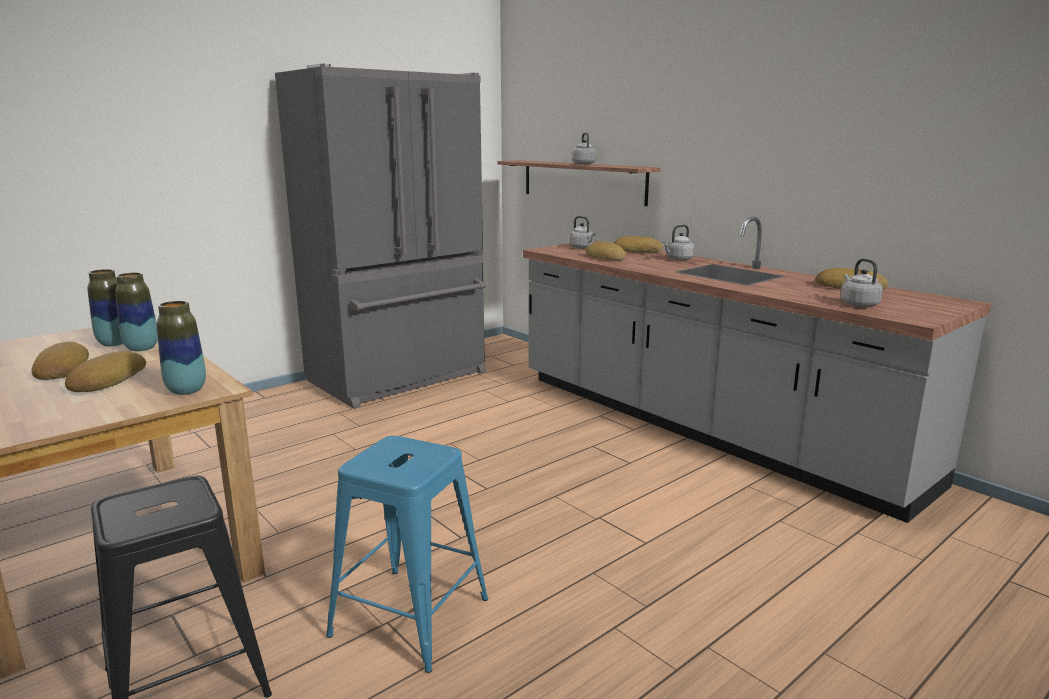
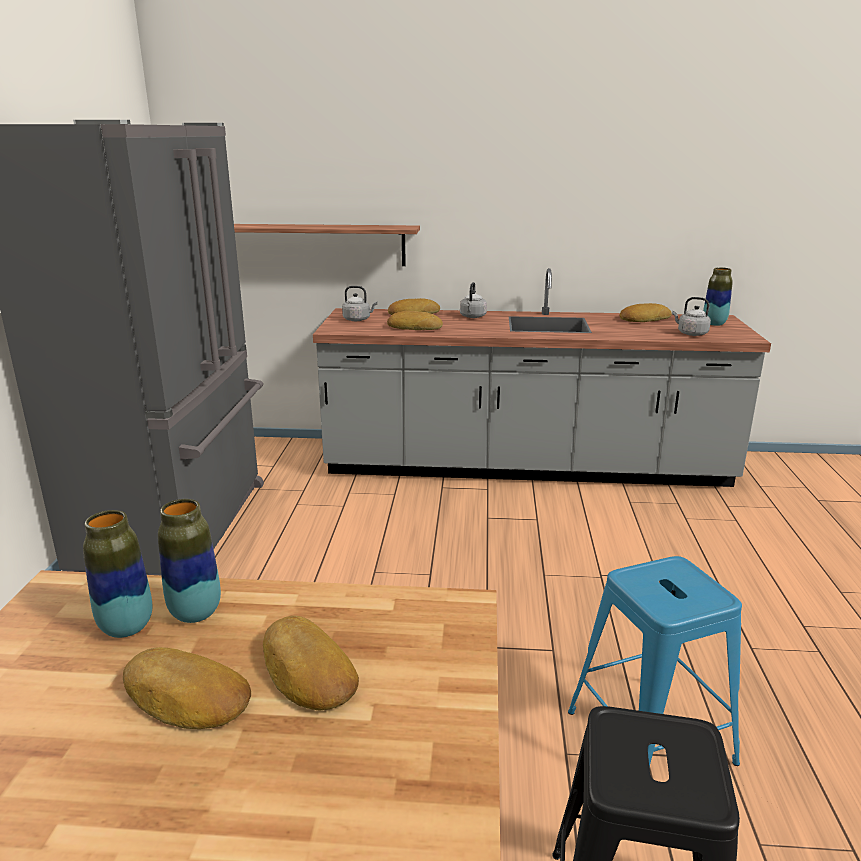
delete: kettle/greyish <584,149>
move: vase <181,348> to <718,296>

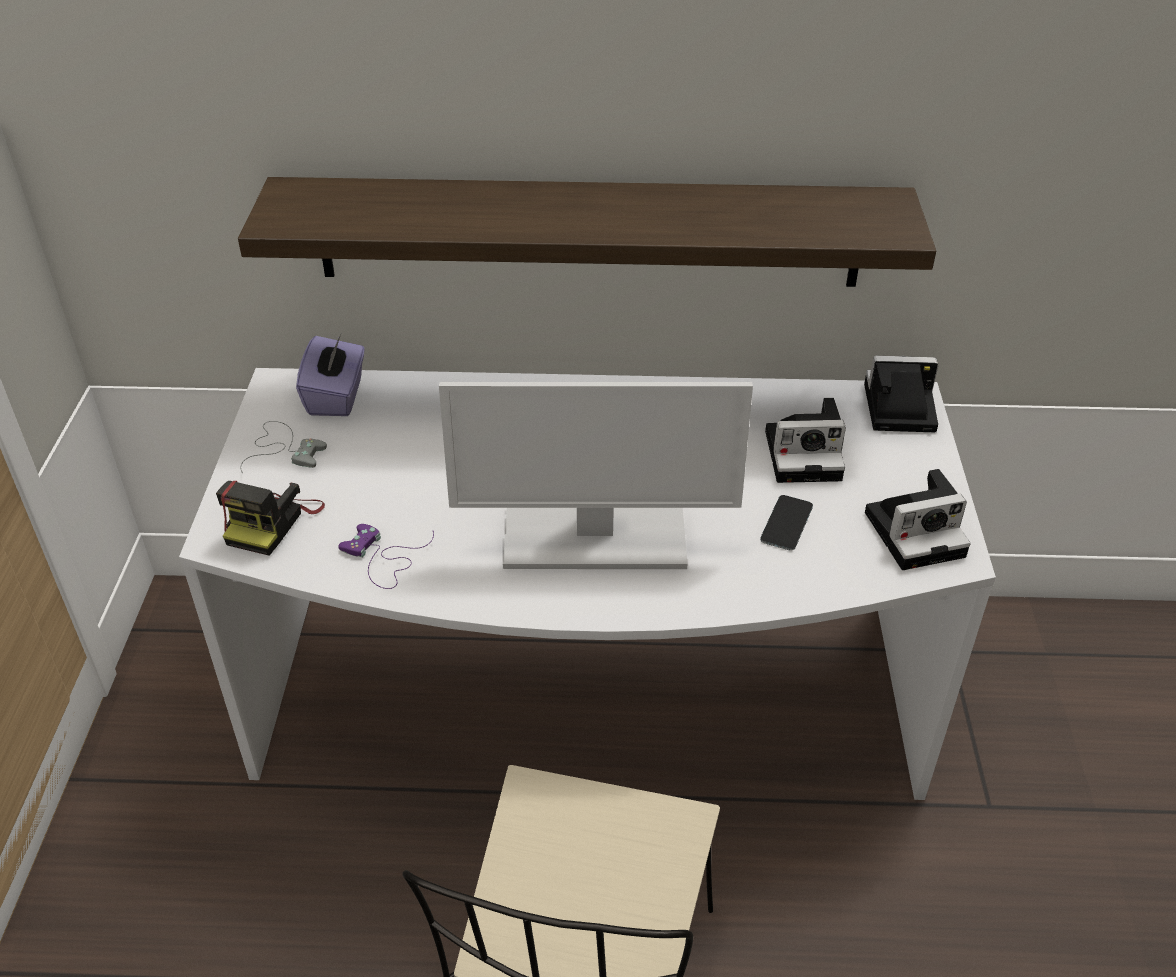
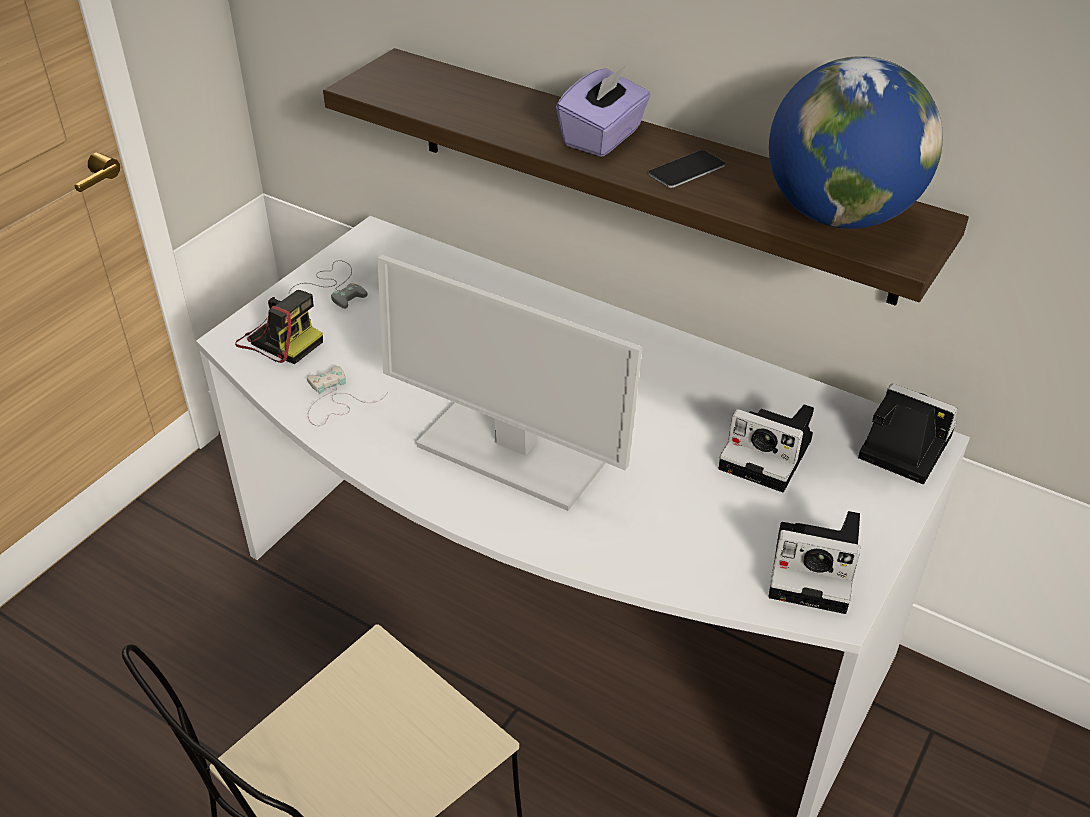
insert: desk globe <856,142>
move: box of tissues/purplish <330,375> to <603,111>; phone <786,523> to <687,169>
recolor: gamepad/purplish <386,556> to gamepad/white <347,396>
rotate: still camera <270,518> = <279,327> 105 degrees counterclockwise

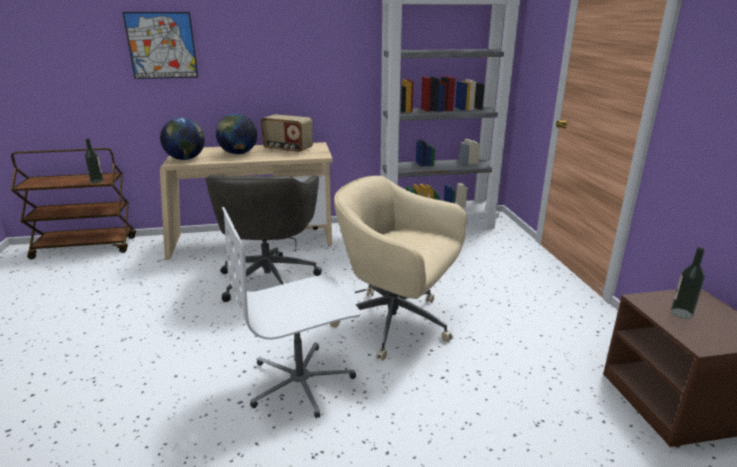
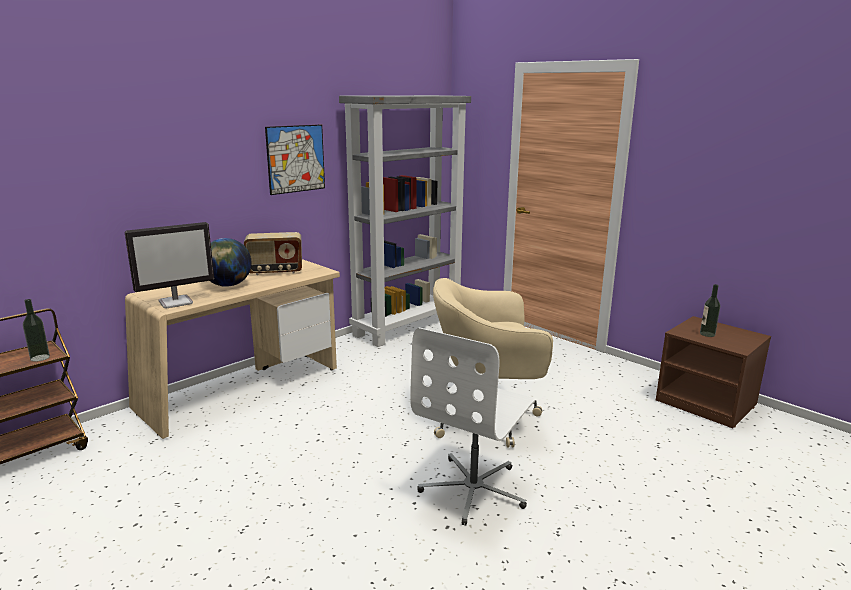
delete: office chair/greyish <263,238>
move: wall art <160,45> to <295,160>
replace: desk globe <182,139> to computer screen <169,265>

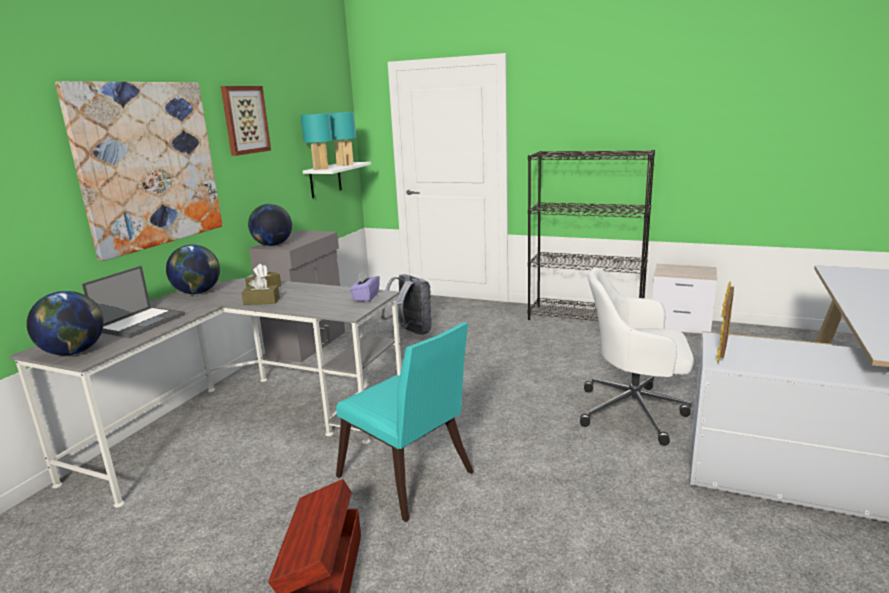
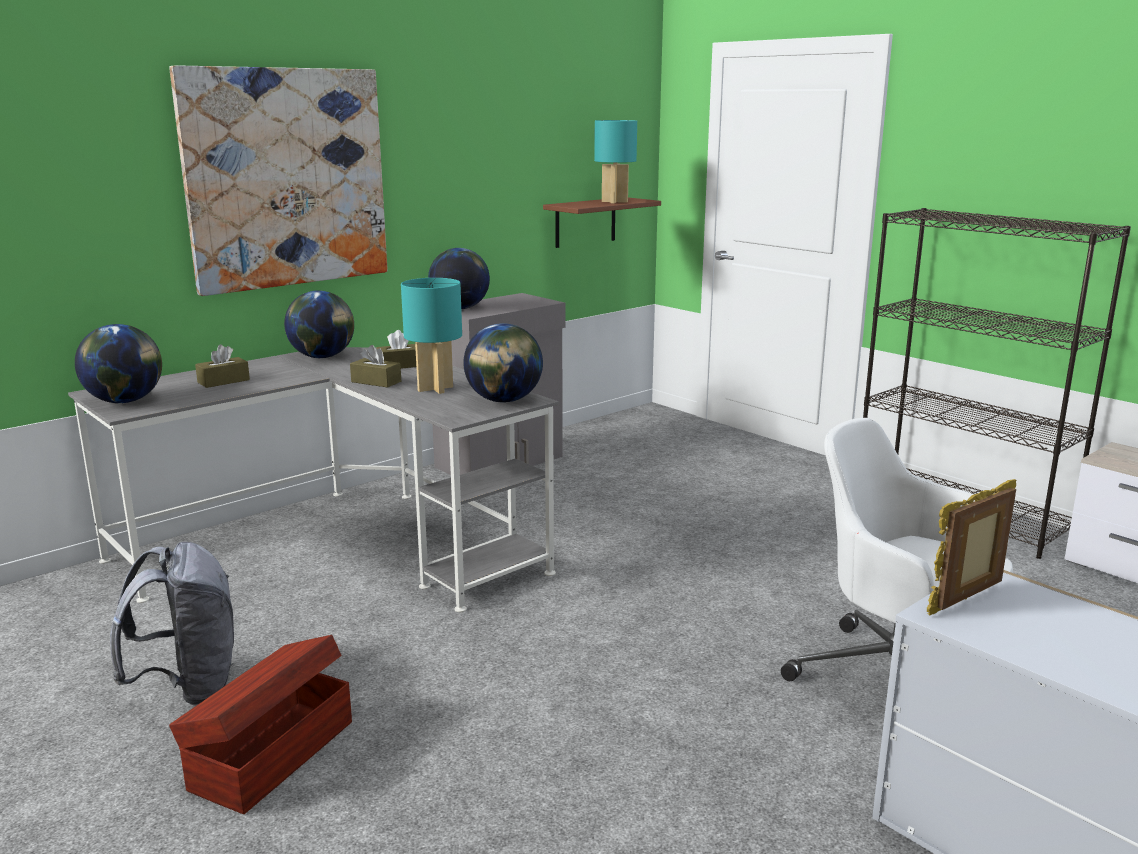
delete: wall art <246,121>; upright chair/blue-green <405,422>
move: rucksack/greyish <406,304> to <172,623>; lamp for a table/blue-green <316,141> to <431,336>
replace: laptop <133,302> to box of tissues/brown <222,366>; box of tissues/purplish <365,286> to desk globe <503,363>
recolor: wall shelf/white <337,180> to wall shelf/brown <602,222>

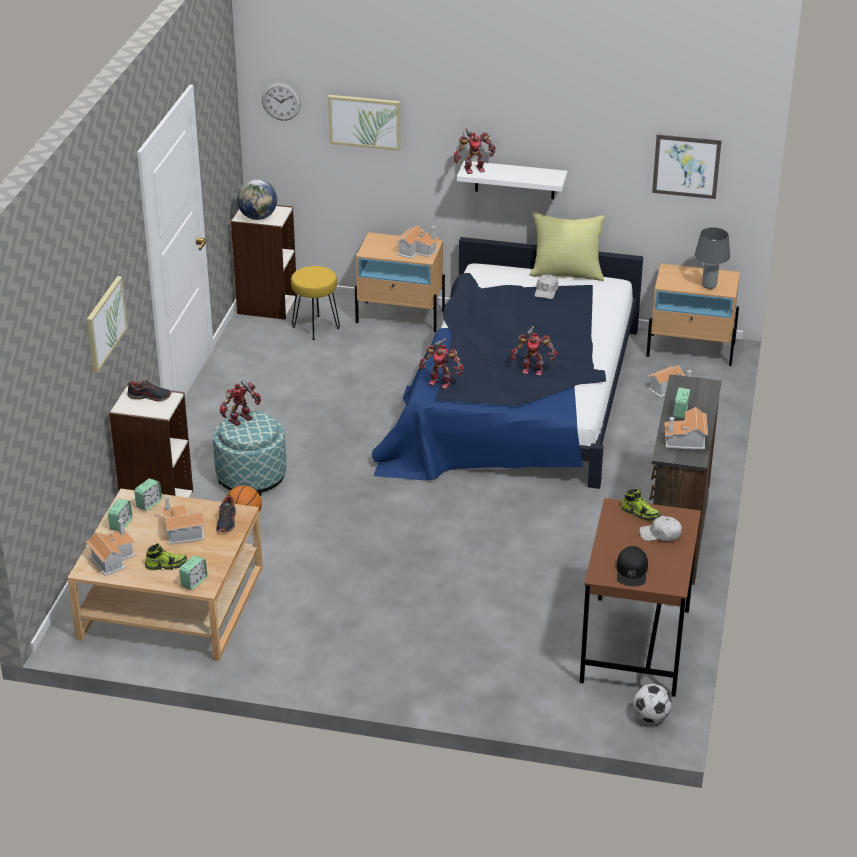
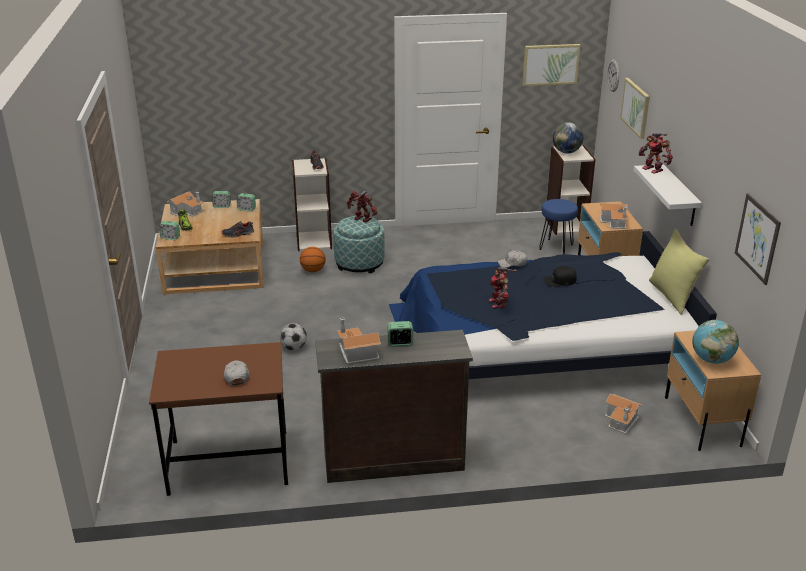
delete: miniature house <183,519>; model robot <441,363>; shoe <641,505>
move: football <652,703> to <293,336>; peaked cap/white <547,286> to <512,259>; wall art <107,324> to <551,65>; peaked cap/black <632,566> to <560,276>
replace: lamp for a table/greyish <712,258> to desk globe <715,342>
recolor: stool seat/yellow-coloured <315,303> to stool seat/blue <558,227>

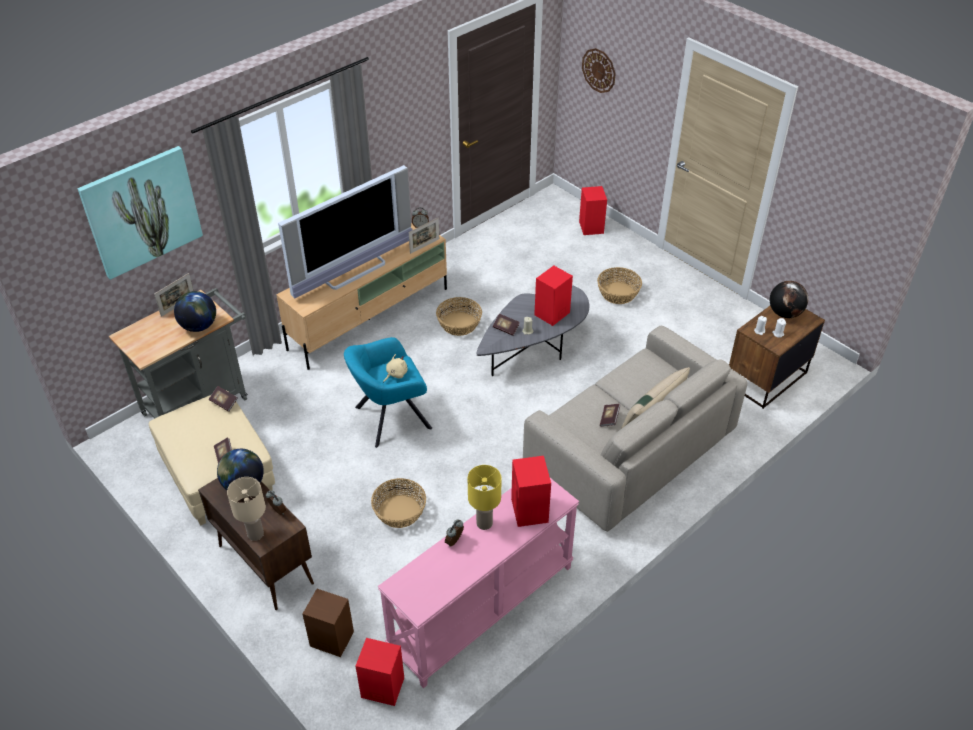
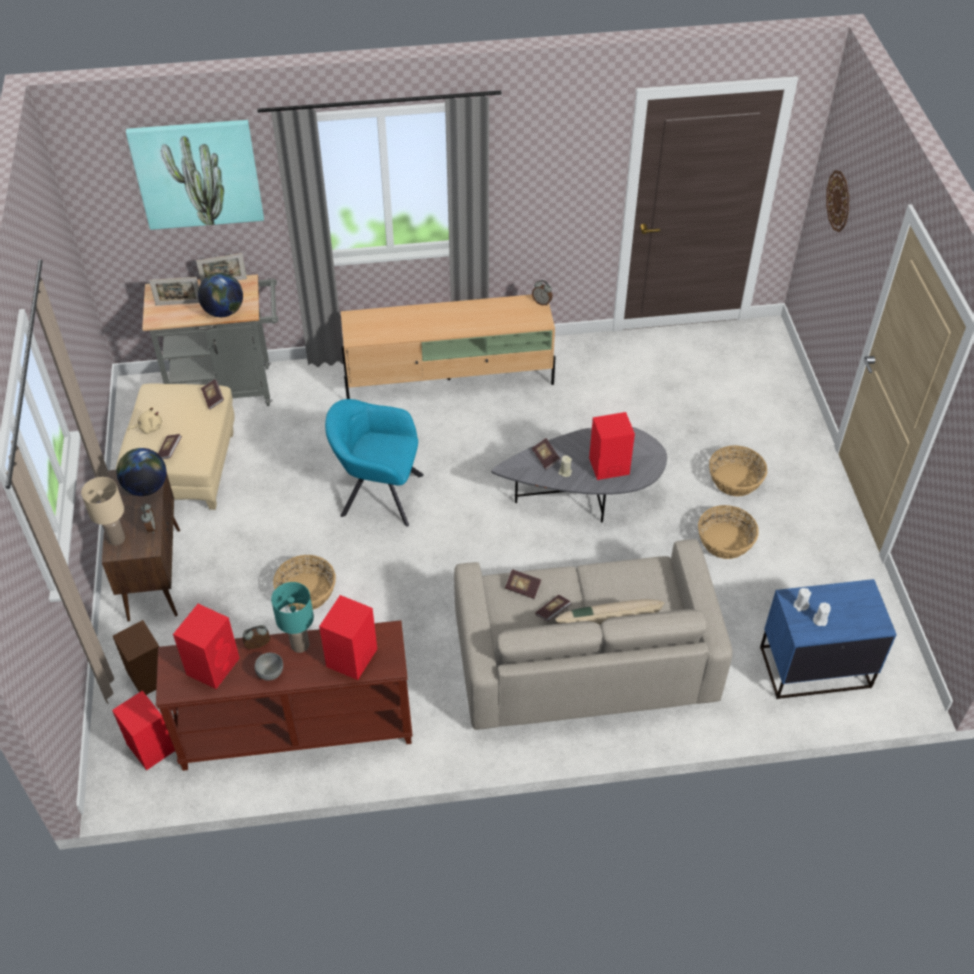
delete: TV set <345,231>; desk globe <789,299>
insert: bowl/greyish <268,667>; book <523,584>
move: plush toy/beige-coloured <395,368> to <145,420>; picture frame <424,236> to <174,291>; loudspeaker/red <593,210> to <206,646>; household basket <459,316> to <728,532>
recolor: narrow table/pinkish <478,583> to narrow table/brown <284,695>; lamp for a table/yellow-coloured <484,497> to lamp for a table/blue-green <292,617>; night table/brown <777,357> to night table/blue <828,639>

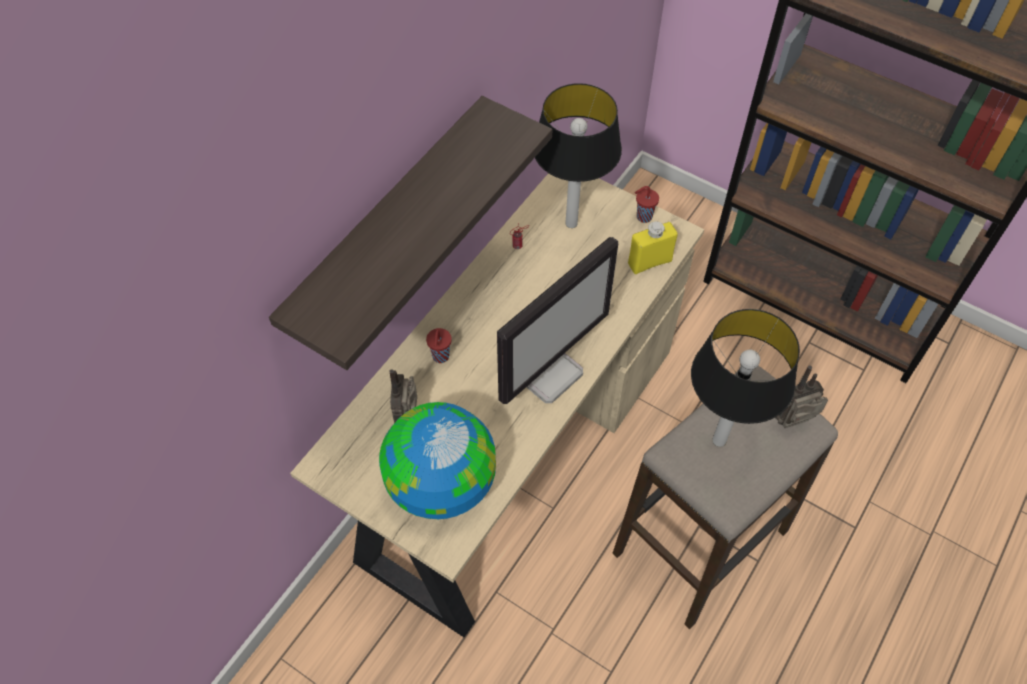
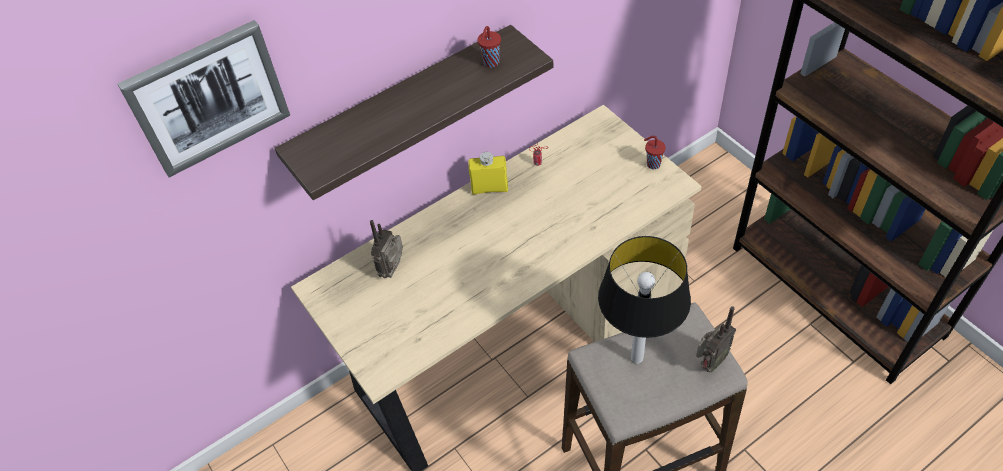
delete: desk globe <437,460>; computer screen <557,320>; lamp for a table <578,155>
insert: wall art <204,98>
move: drink bottle/yellow-coloured <653,247> to <488,173>; drinking cup/red <439,345> to <489,47>
rotate: radio receiver <801,397> = <716,339> 135 degrees clockwise

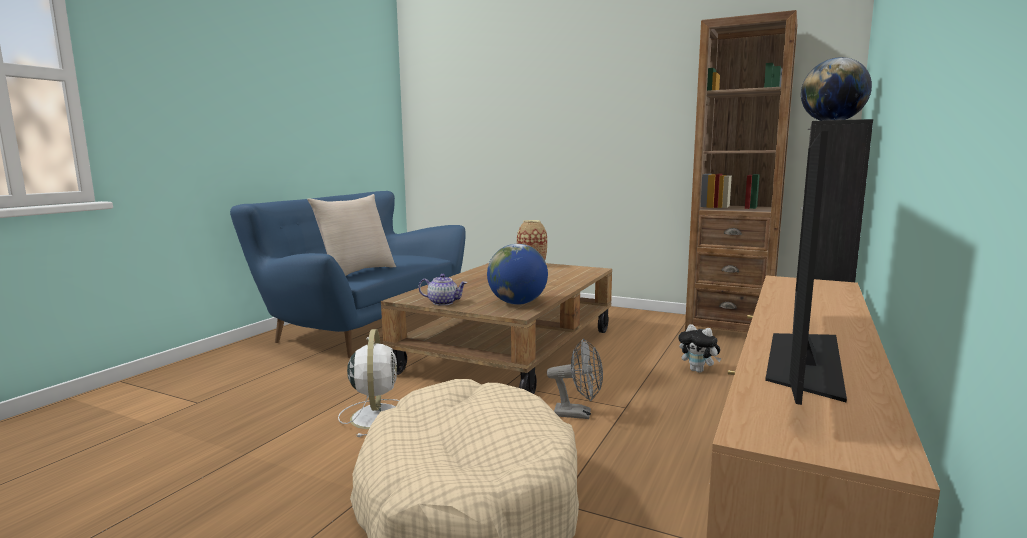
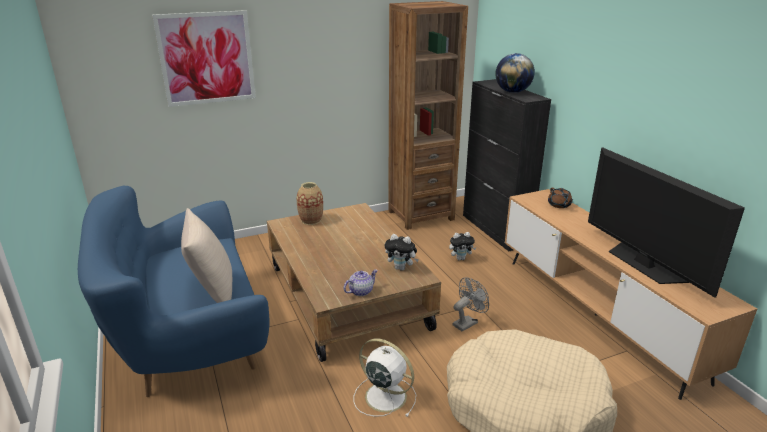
insert: wall art <204,58>; pot for tea/brown <560,198>
replace: desk globe <517,274> to plush toy <402,252>

